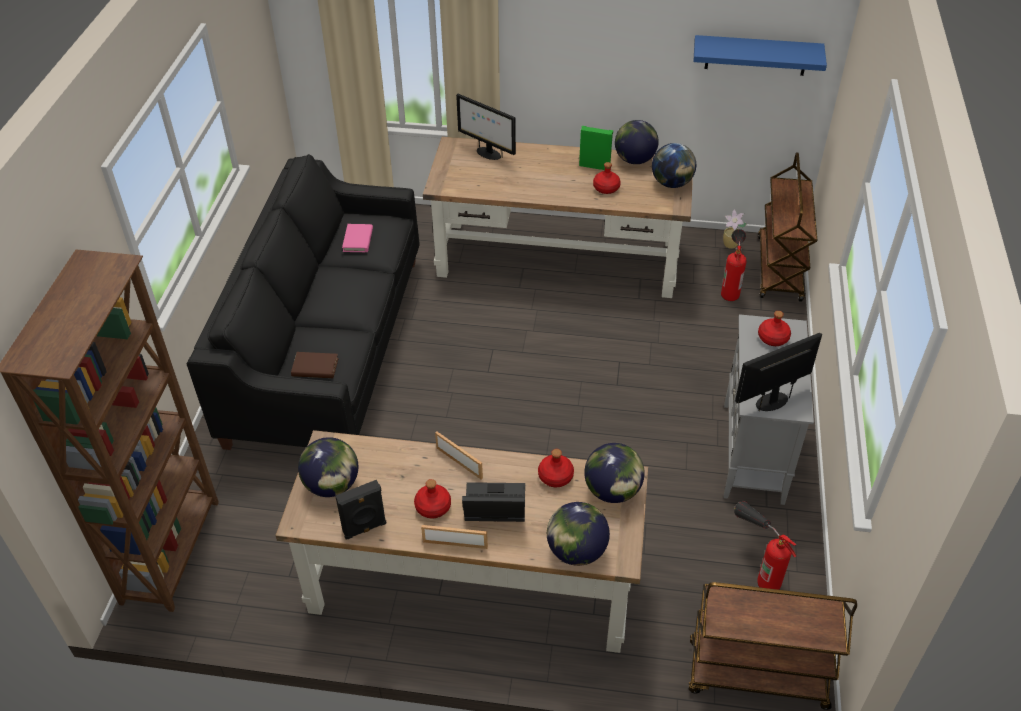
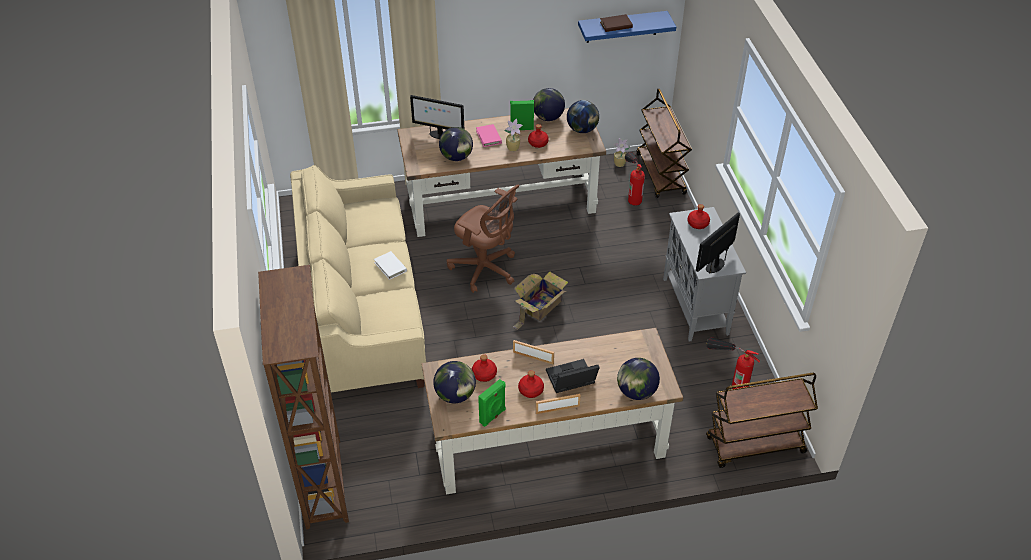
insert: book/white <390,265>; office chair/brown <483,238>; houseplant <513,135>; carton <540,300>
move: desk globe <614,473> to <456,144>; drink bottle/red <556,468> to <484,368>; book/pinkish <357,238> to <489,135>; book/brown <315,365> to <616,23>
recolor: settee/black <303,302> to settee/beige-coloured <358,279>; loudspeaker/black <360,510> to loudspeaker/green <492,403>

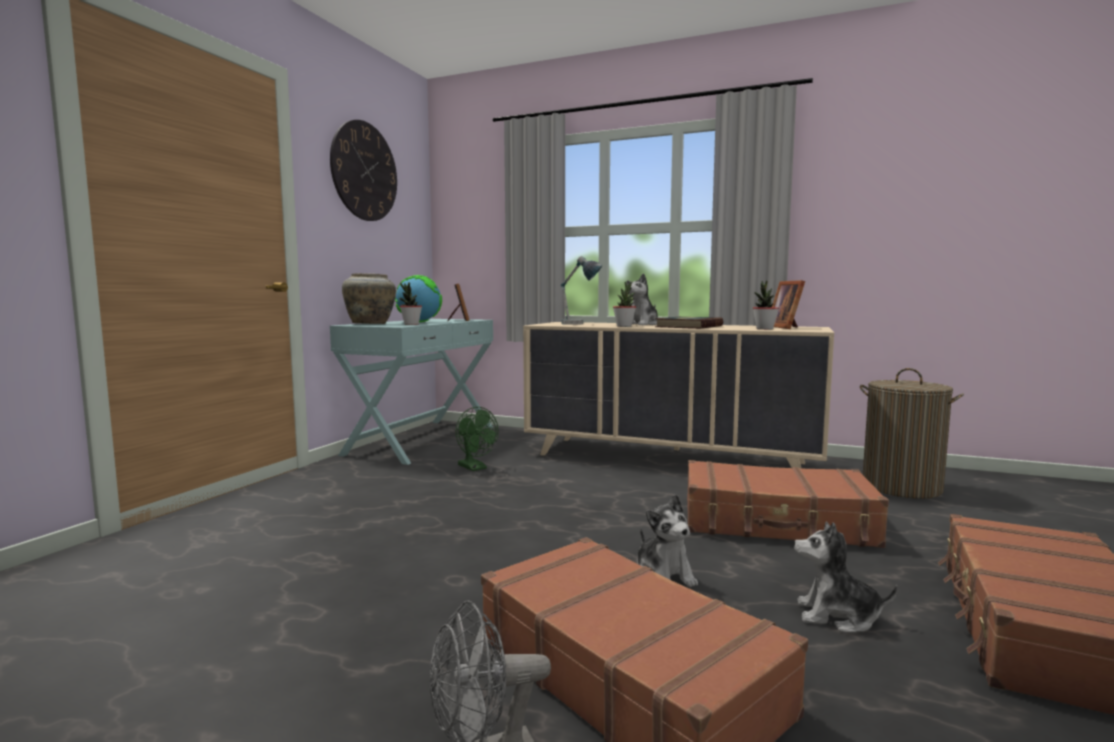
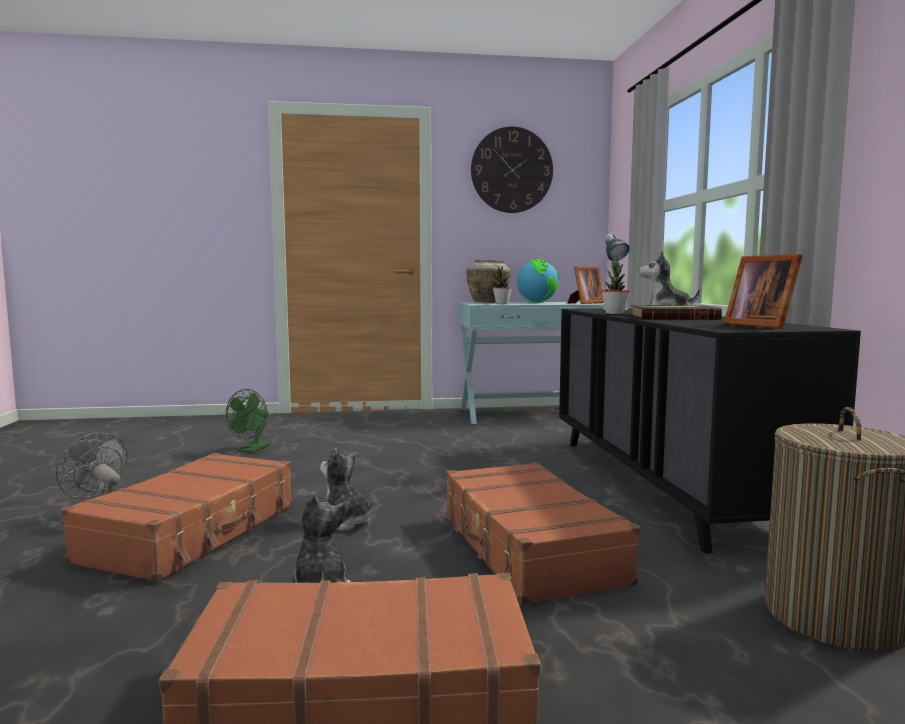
delete: houseplant <766,305>
move: cooling fan/green <477,439> to <248,421>
recolor: drawer chest/beige-coloured <678,395> to drawer chest/black <710,430>
rotate: plush toy <667,540> = <347,489> 90 degrees clockwise; picture frame <788,304> = <763,291> 75 degrees counterclockwise

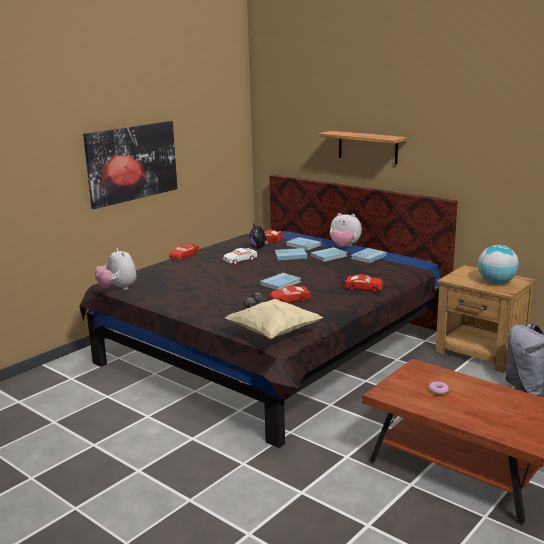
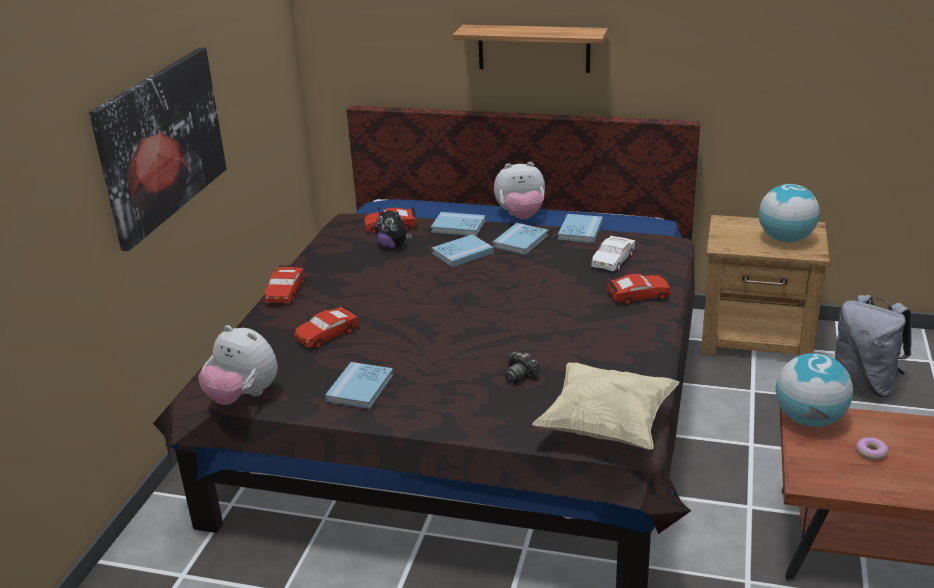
insert: desk globe <814,390>
move: toy car/red <290,293> to <326,326>; book/blue <280,281> to <359,385>; toy car/white <240,256> to <613,252>

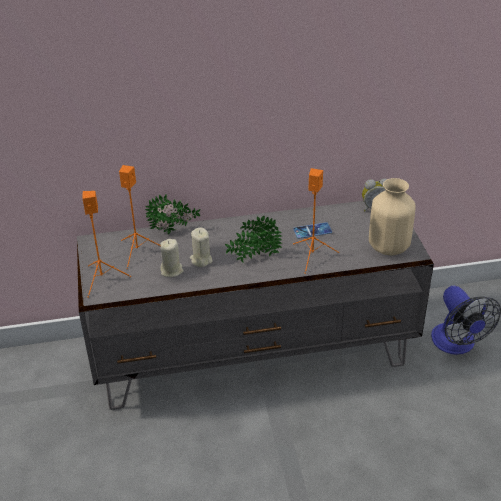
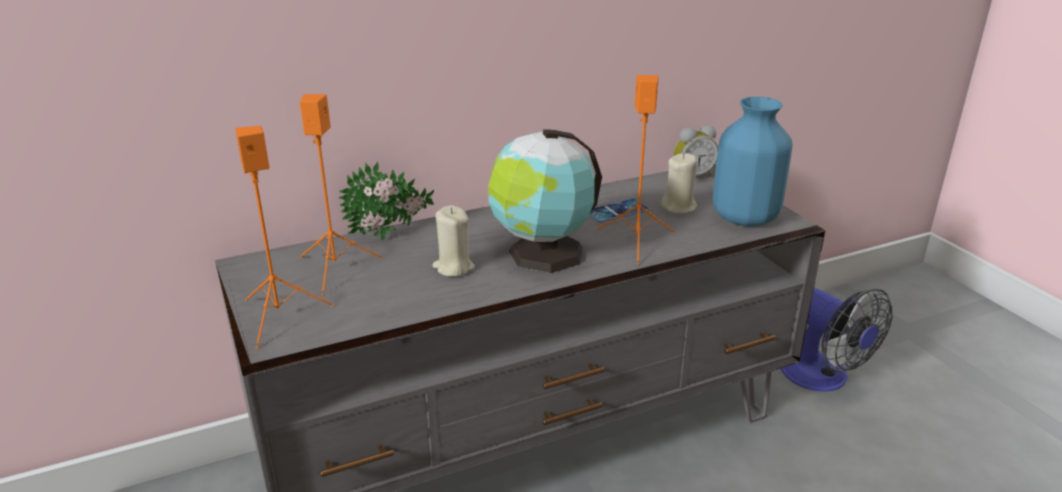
move: candle/beige-coloured <172,258> to <679,183>
replace: houseplant <253,239> to desk globe <545,201>
recolor: vase/beige-coloured <392,216> to vase/blue <753,161>

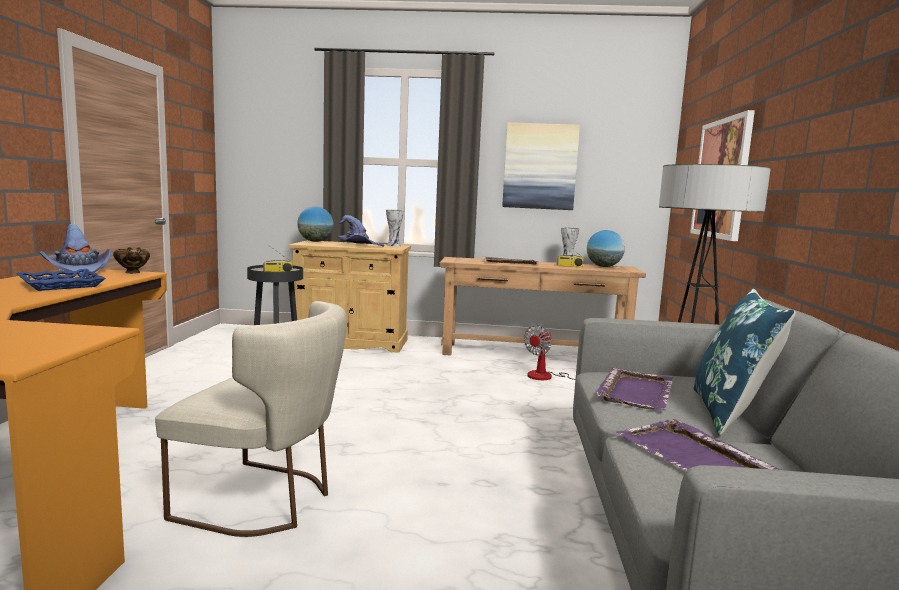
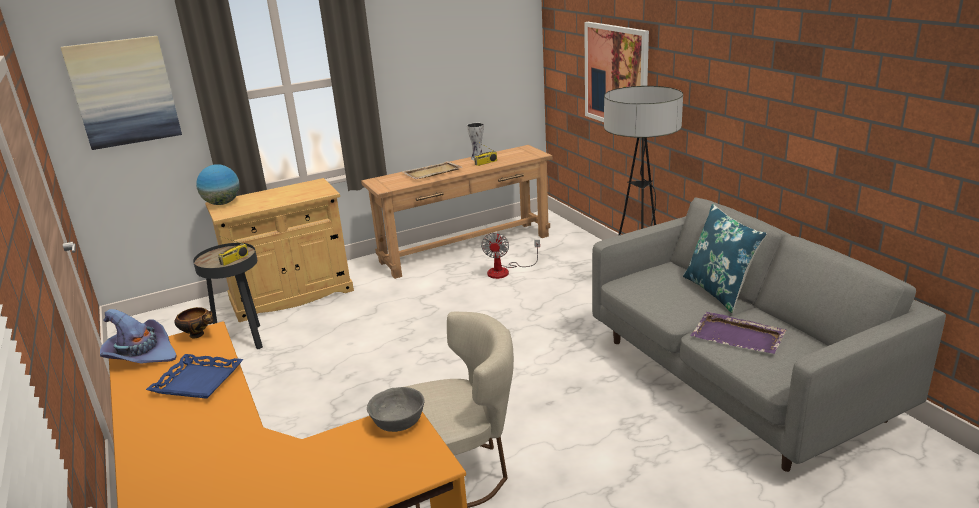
delete: hat/purplish <361,231>; vase <395,228>; desk globe <606,248>; carrying tray/purplish <634,389>
insert: bowl/greyish <395,409>
move: wall art <541,166> to <121,93>

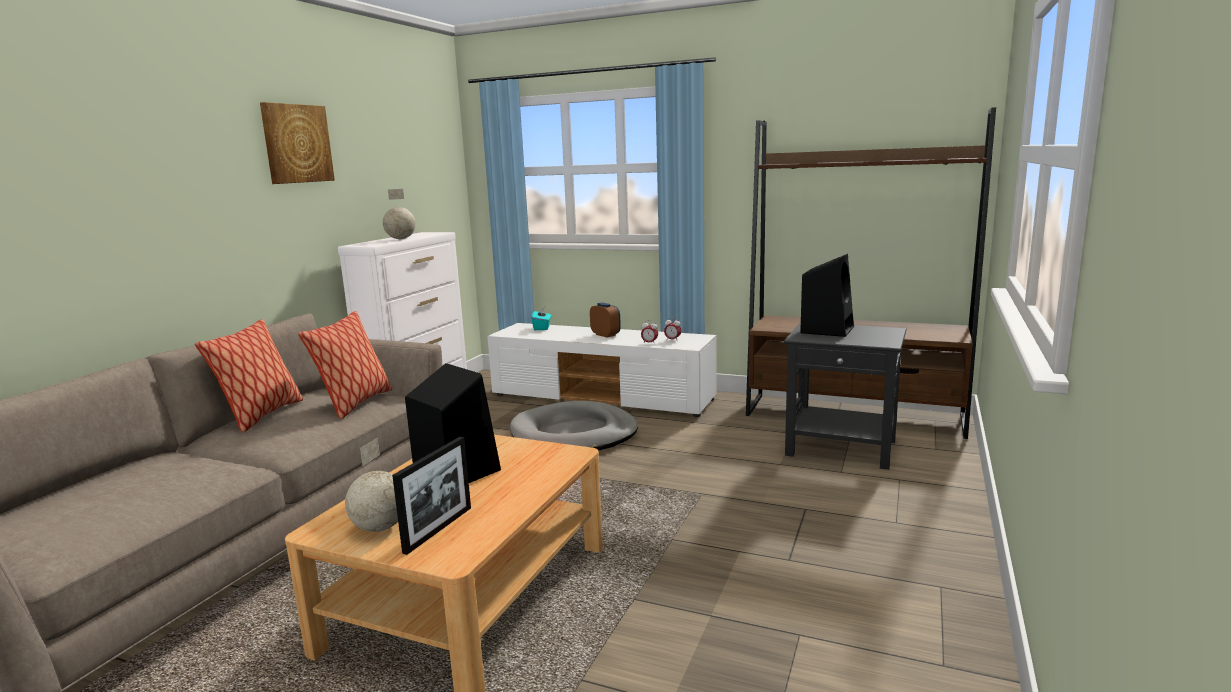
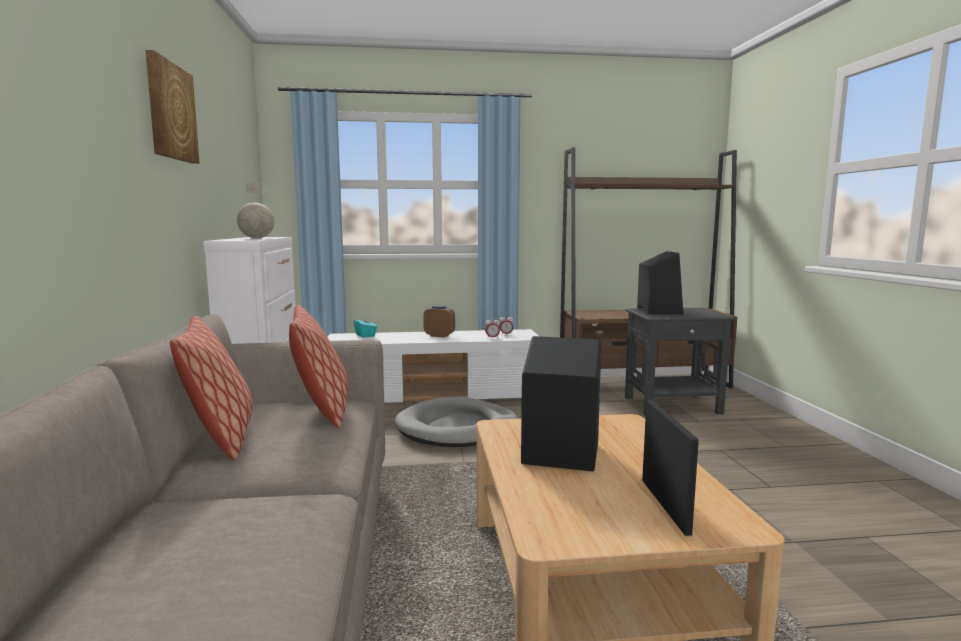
delete: desk globe <371,485>

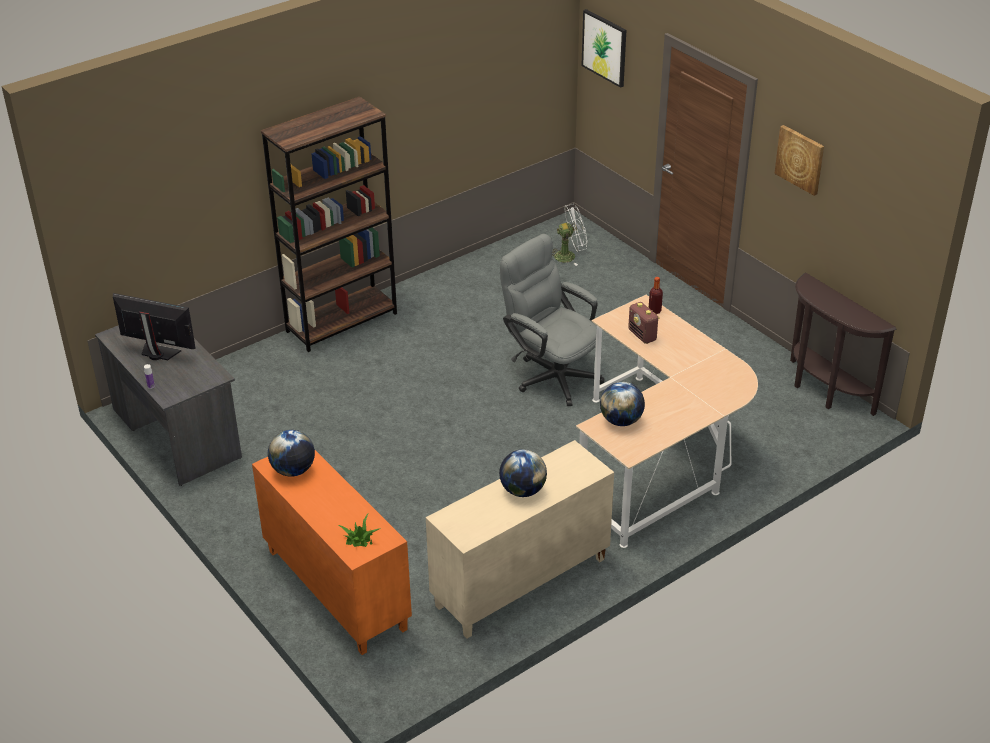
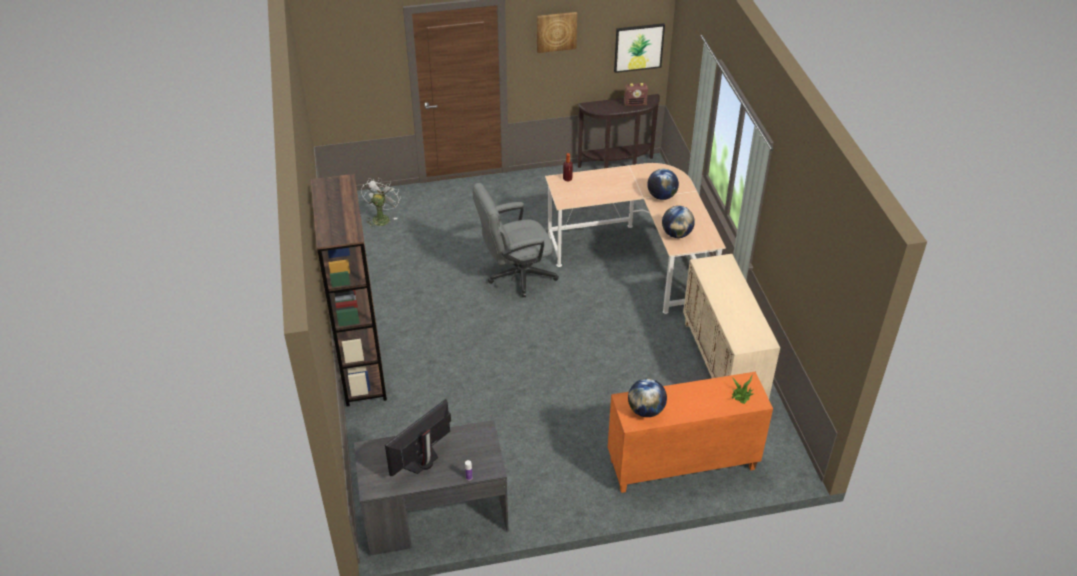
move: wall art <603,48> to <639,48>; radio receiver <643,323> to <636,94>; desk globe <523,473> to <663,184>

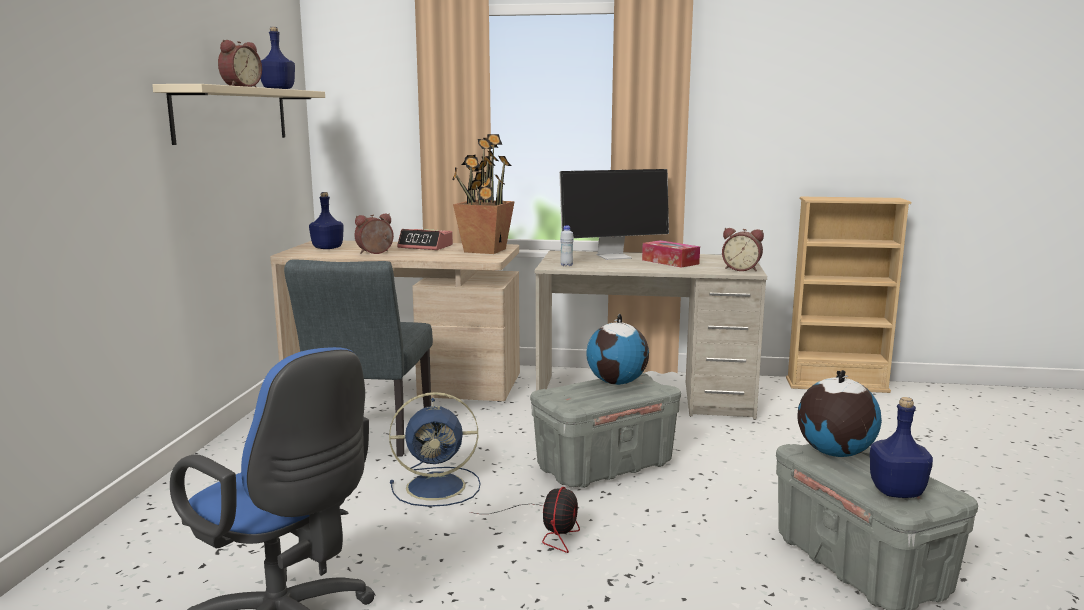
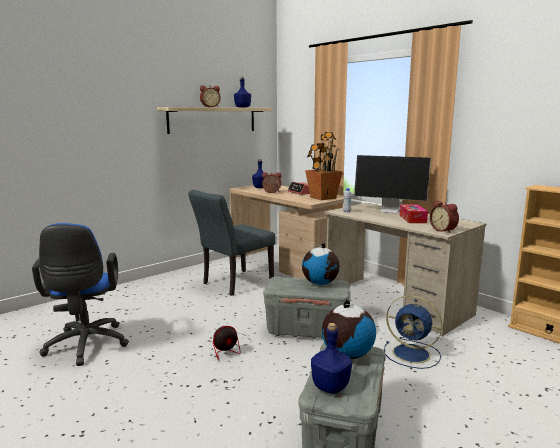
move: cooling fan/blue <435,449> to <413,332>

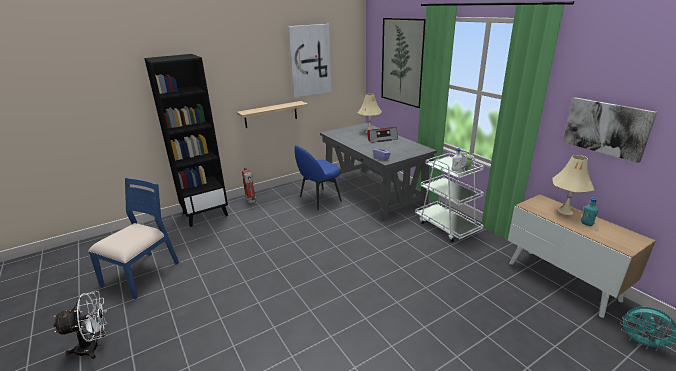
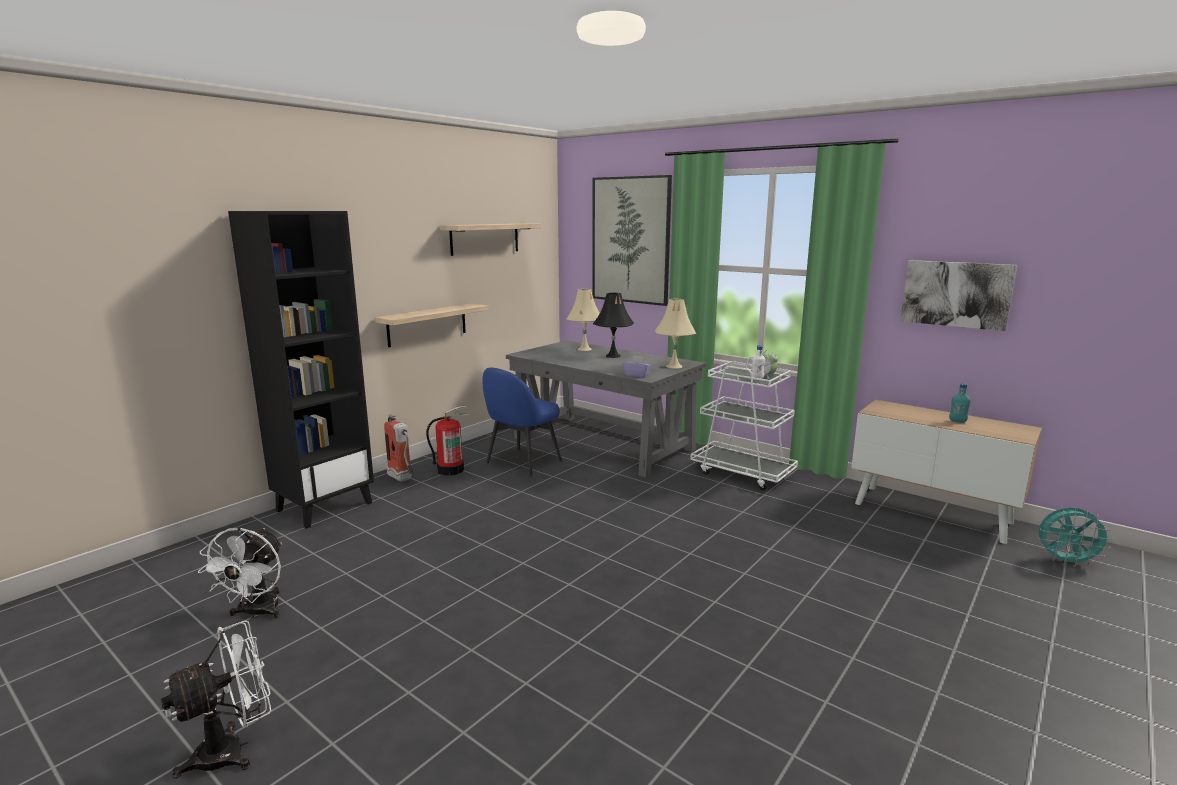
insert: fire extinguisher <448,440>
move: lamp for a table/beige-coloured <573,185> to <675,333>
replace: upright chair/blue <133,238> to cooling fan/white <240,573>; wall art <310,61> to wall shelf <490,239>; radio receiver <383,135> to lamp for a table/black <613,325>

